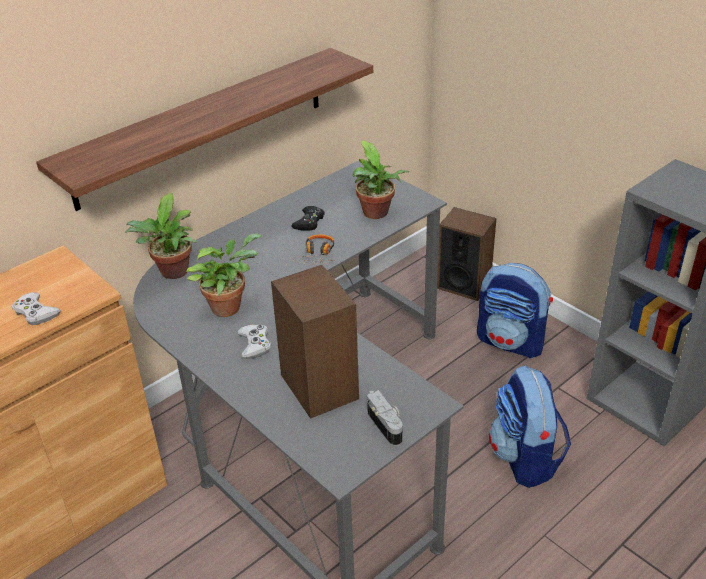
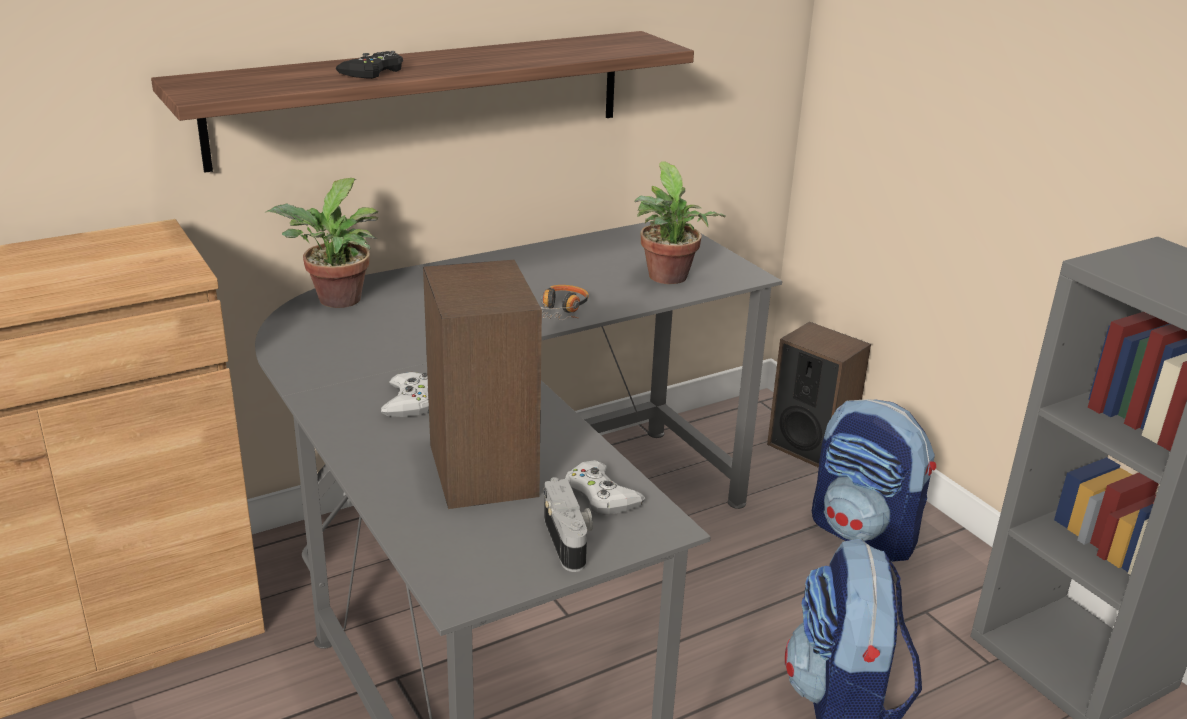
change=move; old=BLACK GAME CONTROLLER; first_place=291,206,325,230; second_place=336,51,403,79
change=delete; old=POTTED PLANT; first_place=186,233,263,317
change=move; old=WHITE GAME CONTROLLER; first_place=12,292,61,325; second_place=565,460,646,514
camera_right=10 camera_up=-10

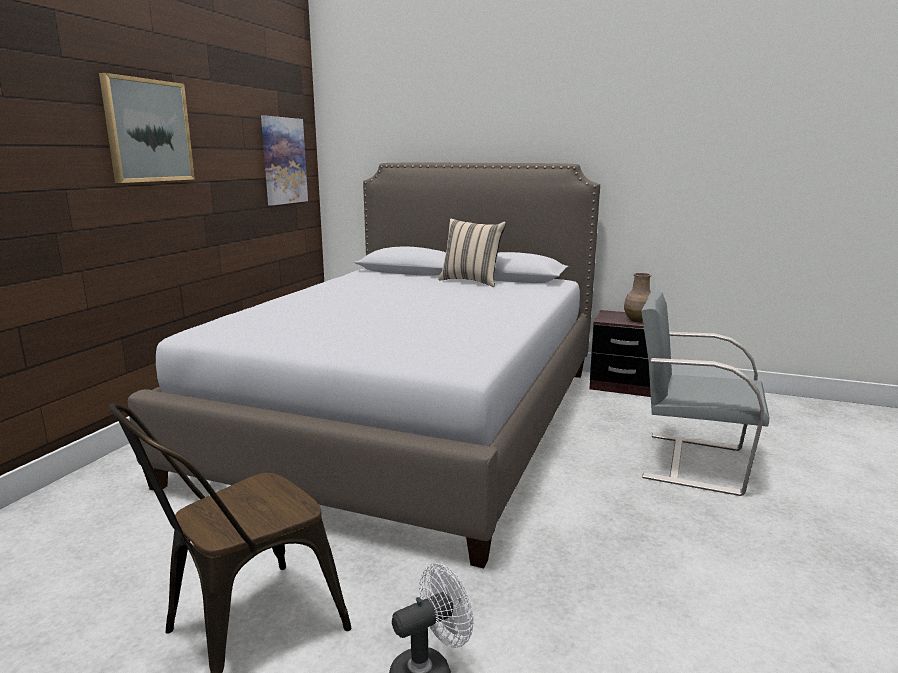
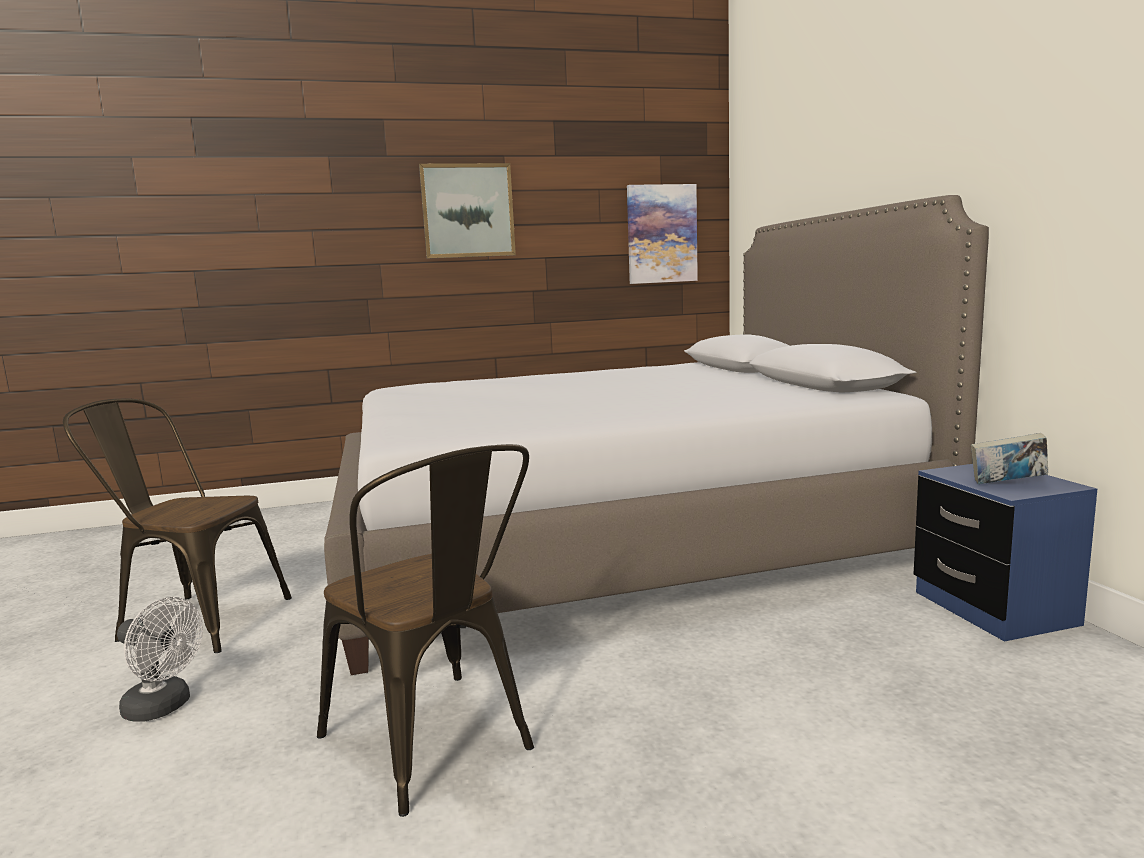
change=delete; old=BEIGE PILLOW; first_place=438,219,506,287
change=replace; old=BROWN VASE; new=BOOK; first_place=624,273,651,322; second_place=971,433,1048,484
change=delete; old=GREY CHAIR; first_place=641,291,769,496
change=recolor; old=BROWN NIGHTSTAND; new=BLUE NIGHTSTAND; first_place=589,310,651,397; second_place=914,464,1097,642
change=insert; new=BROWN CHAIR; second_place=317,444,534,817
camera_right=55 camera_up=-5

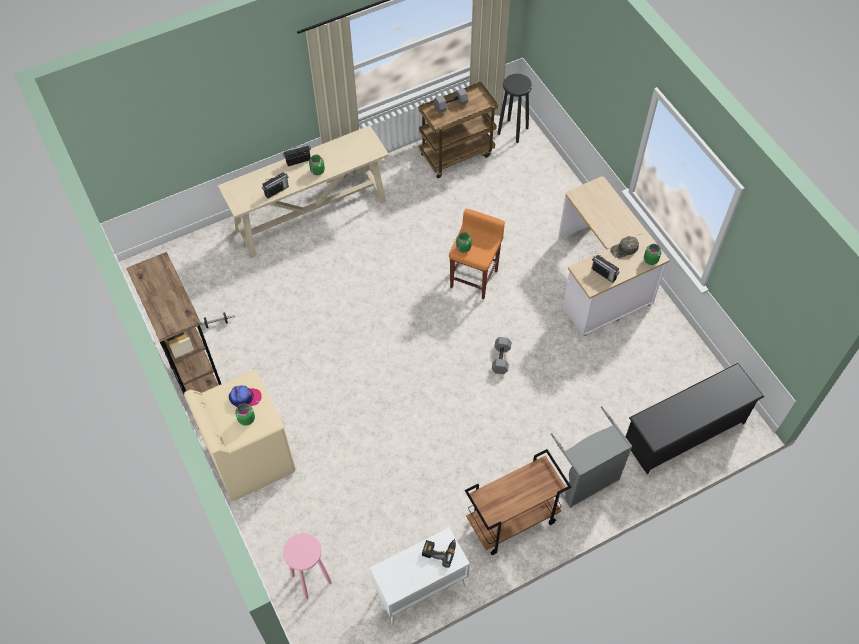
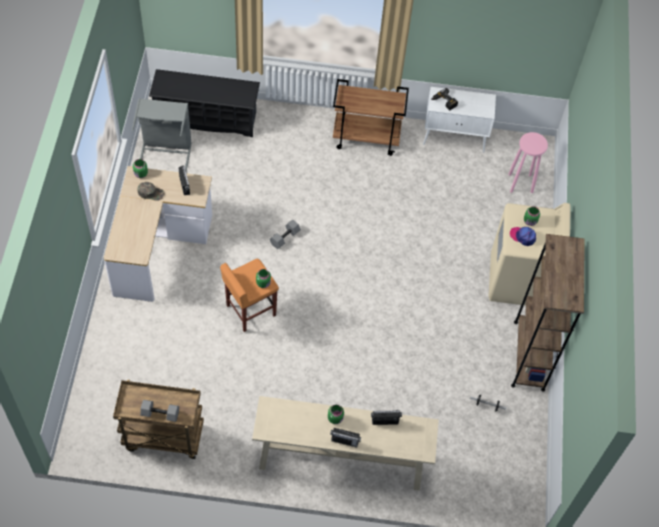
change=delete; old=BLACK STOOL; first_place=498,74,532,143
change=move; old=GREY LAUNDRY BASKET; first_place=551,406,632,508; second_place=132,98,192,171
camera_right=-150 camera_up=0

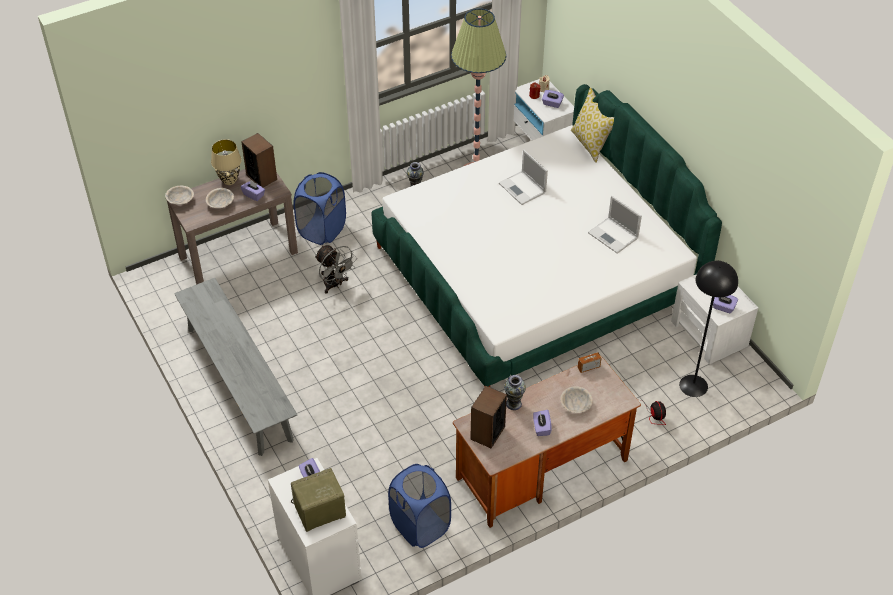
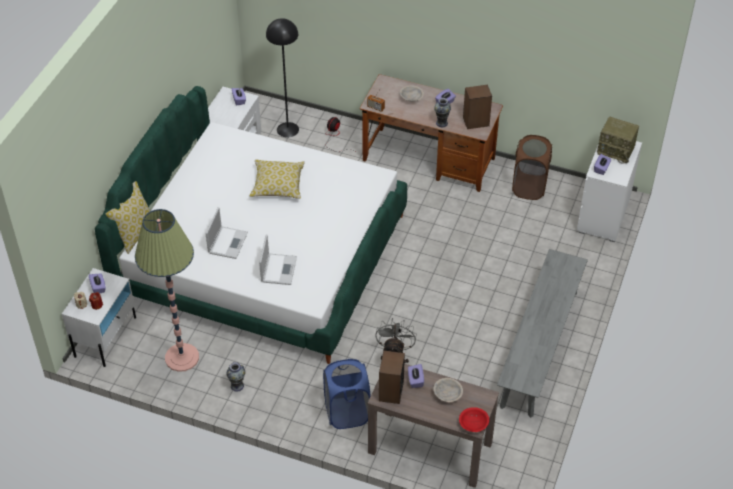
change=delete; old=BEIGE TABLE LAMP; first_place=211,139,242,185
change=recolor; old=BEIGE BOWL; new=RED BOWL; first_place=165,186,194,205; second_place=459,407,489,432
change=move; old=LAPTOP; first_place=588,196,642,254; second_place=259,235,297,285
change=recolor; old=BLUE LAUNDRY BASKET; new=BROWN LAUNDRY BASKET; first_place=388,464,451,548; second_place=512,135,552,200
change=insert; new=PILLOW; second_place=249,159,305,198
camera_right=-130 camera_up=0

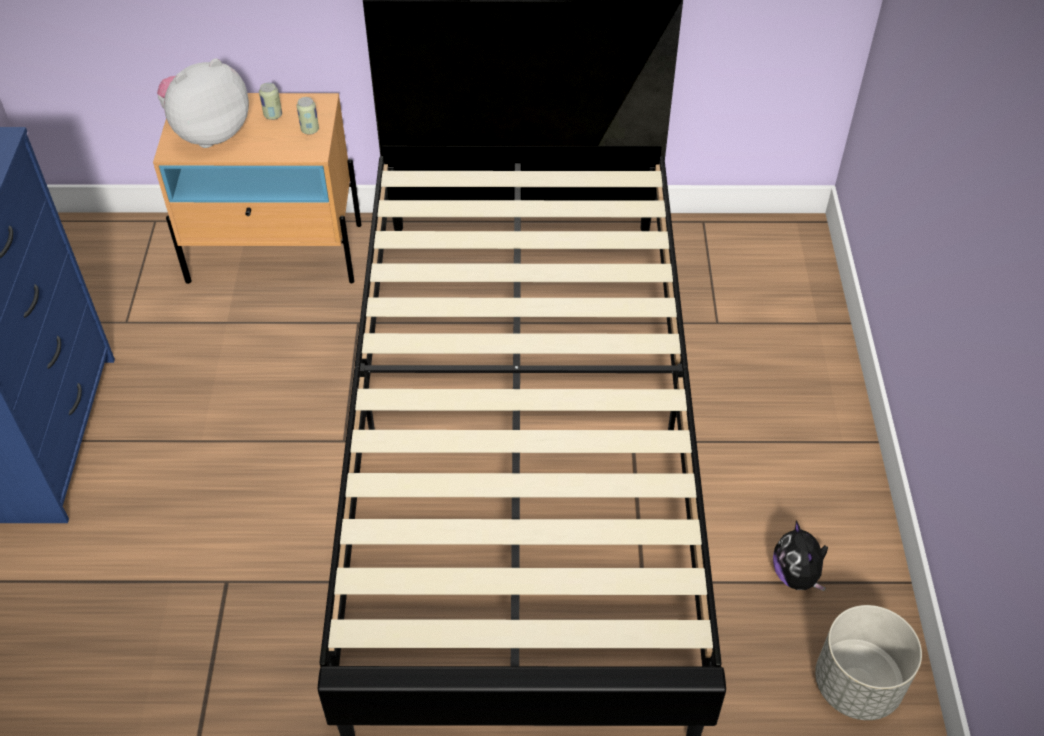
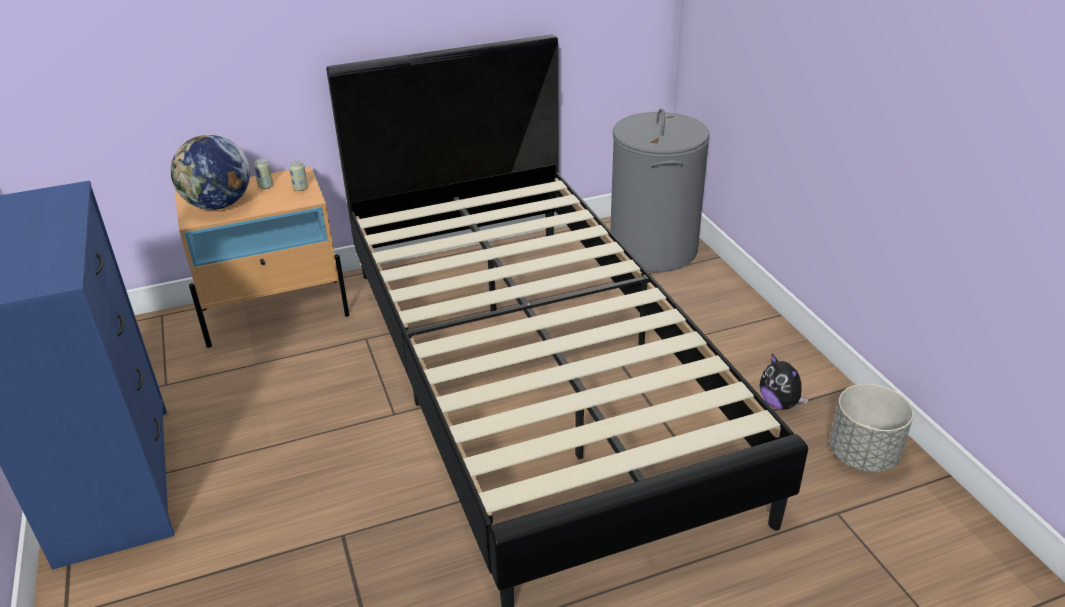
change=replace; old=PLUSH TOY; new=GLOBE; first_place=157,59,249,148; second_place=171,135,250,210
change=insert; new=GREY LAUNDRY BASKET; second_place=610,108,710,272
camera_right=-20 camera_up=-15

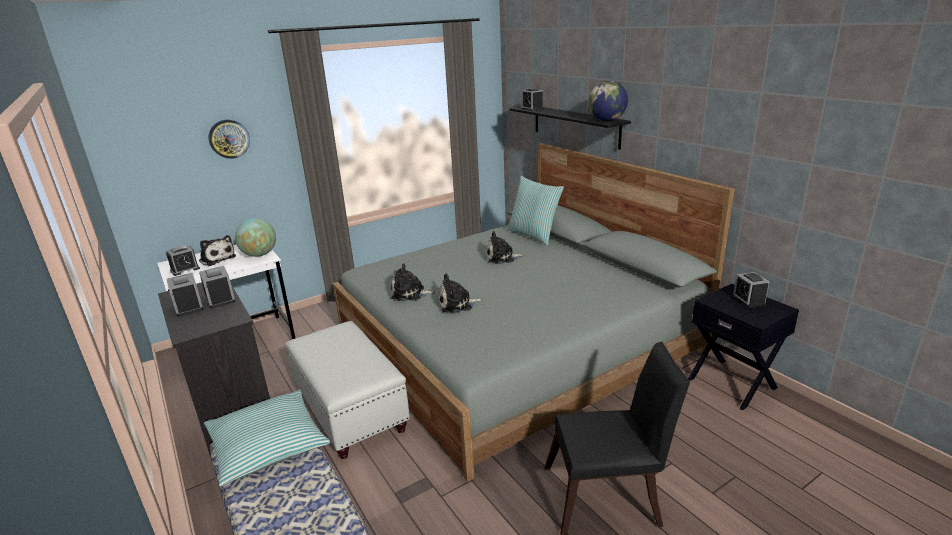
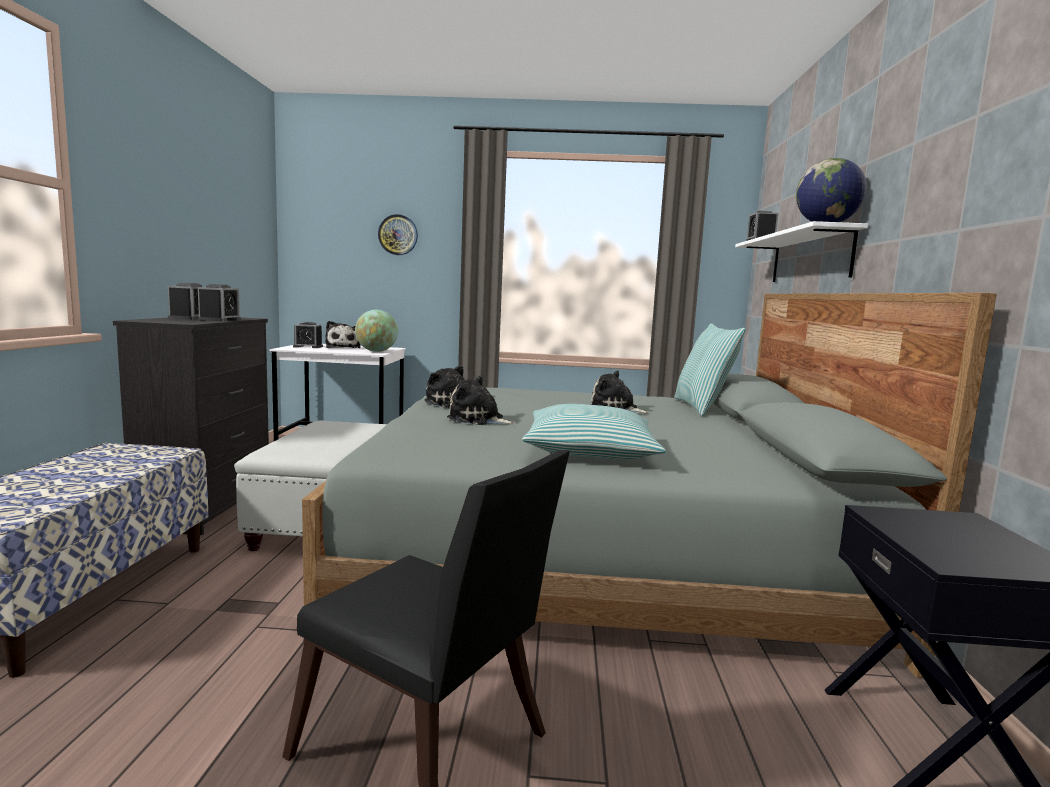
change=recolor; old=BLACK SHELF; new=WHITE SHELF; first_place=510,107,631,150; second_place=735,221,868,282
change=delete; old=ALARM CLOCK; first_place=732,272,770,308
change=move; old=PILLOW; first_place=204,390,330,487; second_place=522,404,666,460
camera_right=35 camera_up=-15

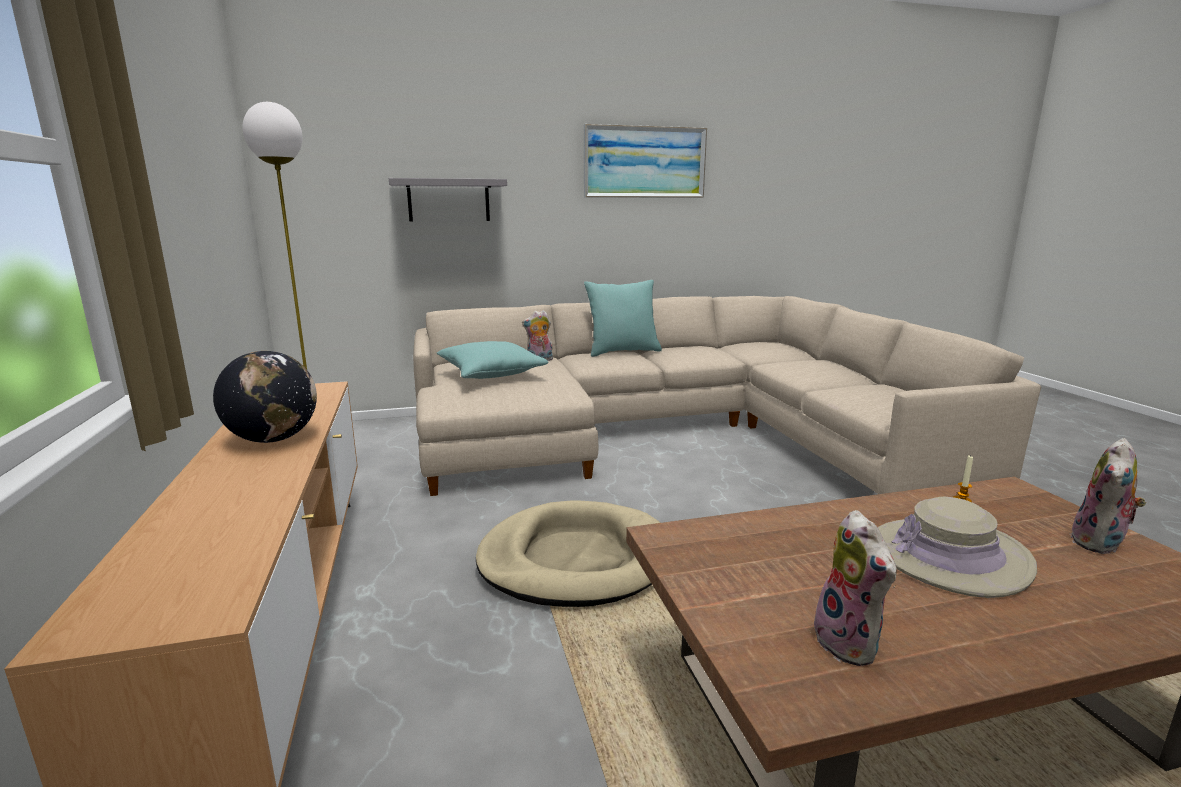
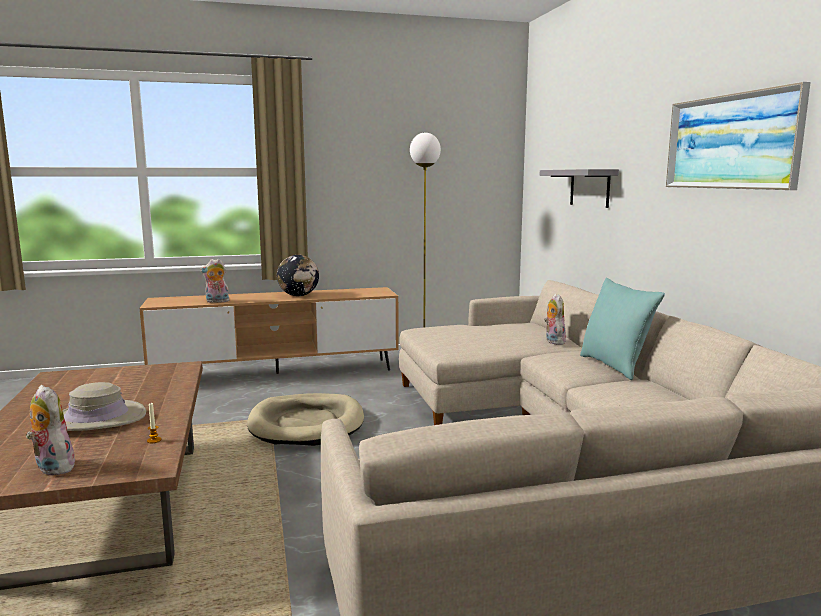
change=delete; old=TURQUOISE PILLOW; first_place=437,341,549,379
change=move; old=PLUSH TOY; first_place=808,510,897,666; second_place=200,259,229,303
camera_right=90 camera_up=-5

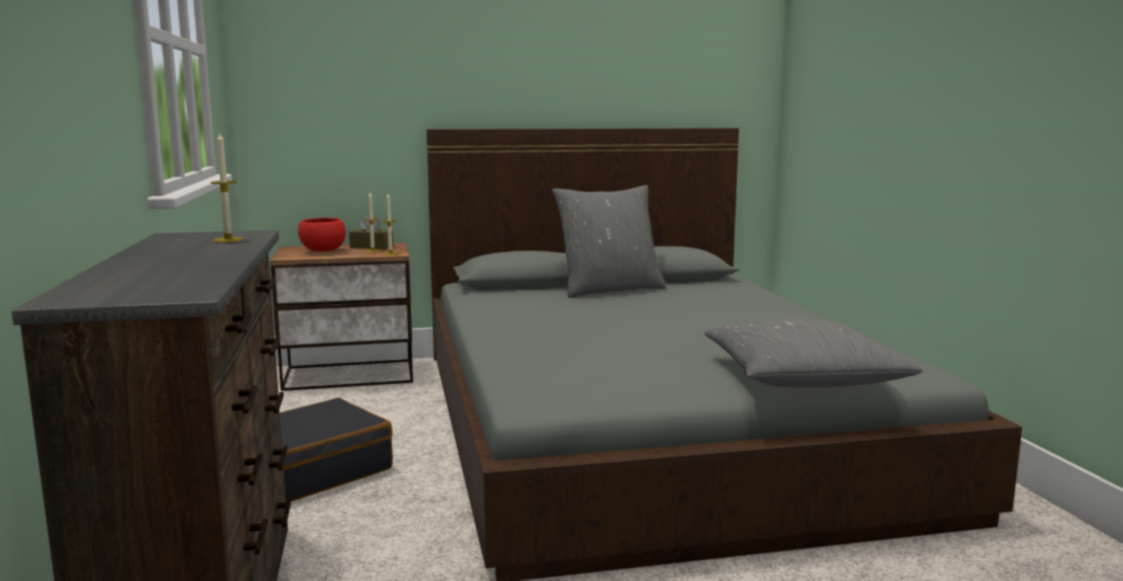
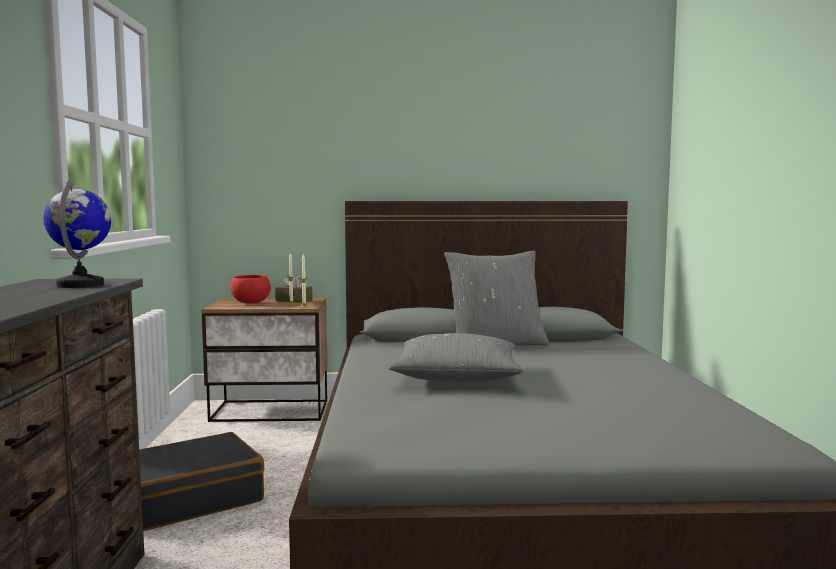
change=replace; old=CANDLE; new=GLOBE; first_place=211,133,243,242; second_place=43,180,111,288
change=move; old=GREY PILLOW; first_place=704,319,923,387; second_place=389,333,524,382
camera_right=10 camera_up=-5

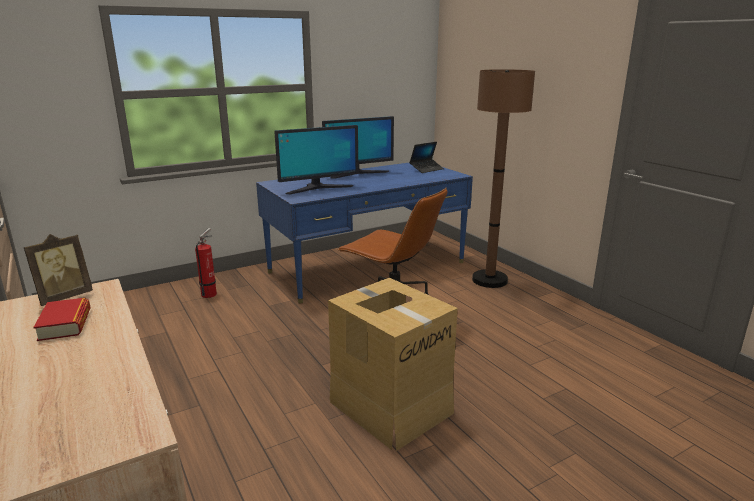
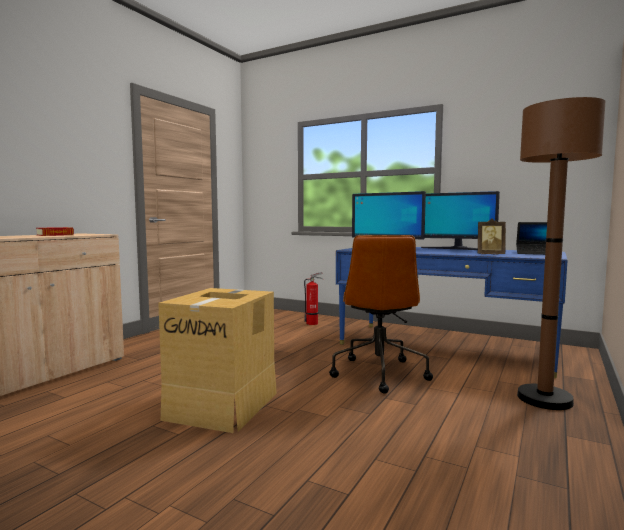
change=move; old=PICTURE FRAME; first_place=24,234,93,306; second_place=478,218,506,255
camera_right=60 camera_up=-15

